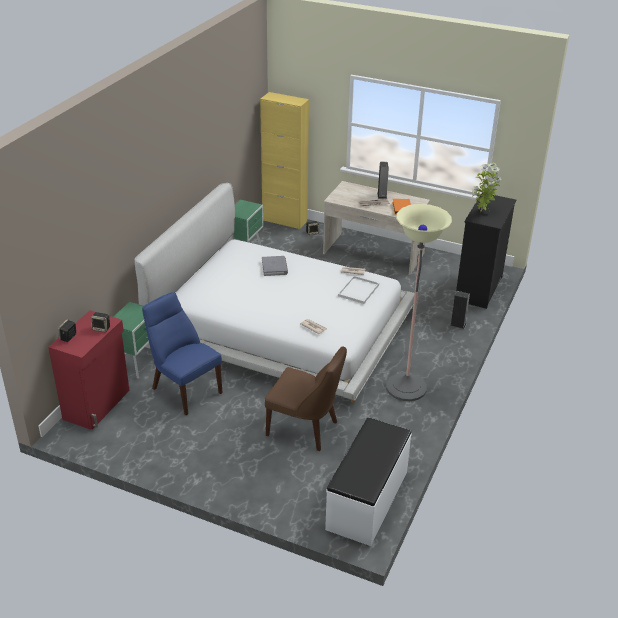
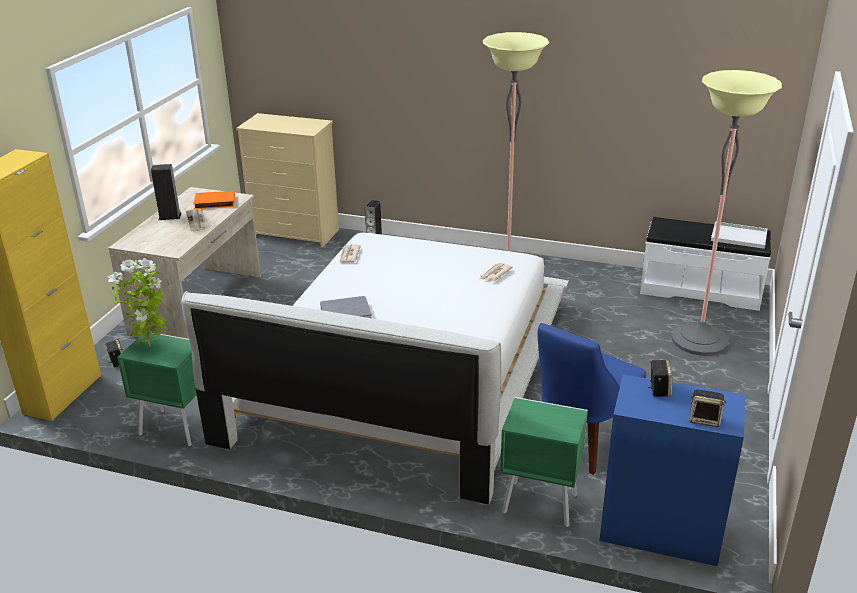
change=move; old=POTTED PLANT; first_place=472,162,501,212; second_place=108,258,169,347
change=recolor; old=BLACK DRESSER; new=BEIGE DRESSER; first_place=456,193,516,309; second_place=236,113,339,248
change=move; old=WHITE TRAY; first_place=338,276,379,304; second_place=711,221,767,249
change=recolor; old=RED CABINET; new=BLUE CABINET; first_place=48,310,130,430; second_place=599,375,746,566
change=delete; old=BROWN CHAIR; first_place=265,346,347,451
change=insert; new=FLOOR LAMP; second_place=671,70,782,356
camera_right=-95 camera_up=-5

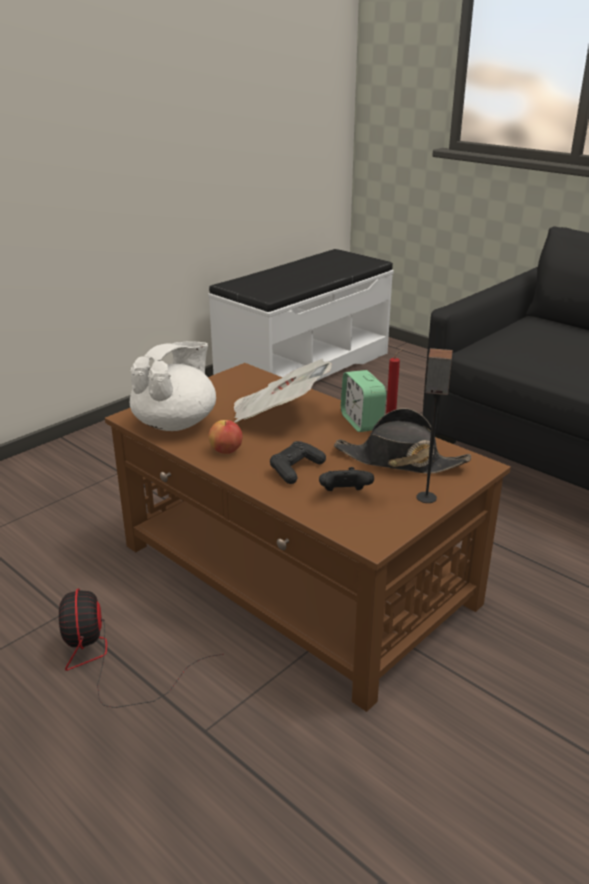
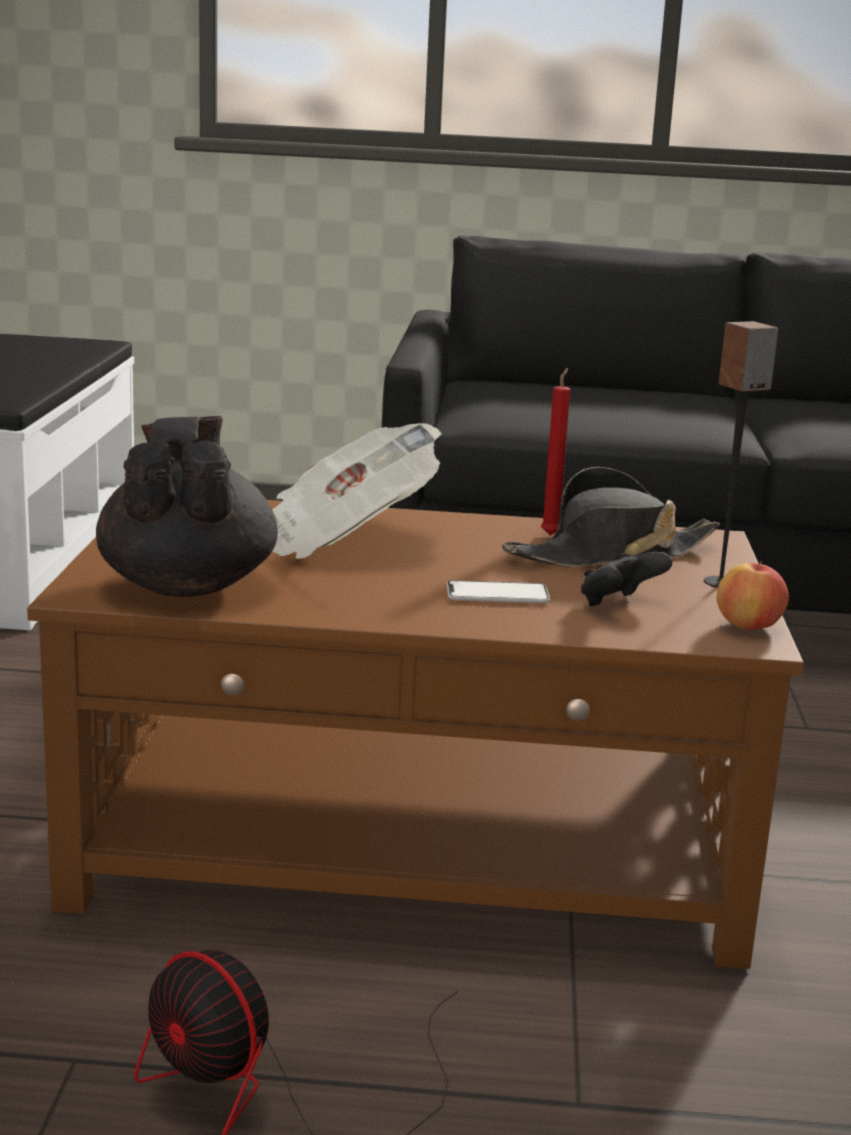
change=recolor; old=WHITE TEAPOT; new=BLACK TEAPOT; first_place=130,341,216,431; second_place=96,416,278,597
change=delete; old=ALARM CLOCK; first_place=341,370,386,432
change=move; old=APPLE; first_place=208,420,243,454; second_place=716,561,789,630
change=replace; old=BLACK GAME CONTROLLER; new=PHONE; first_place=270,441,326,484; second_place=446,580,550,603
camera_right=-40 camera_up=-10

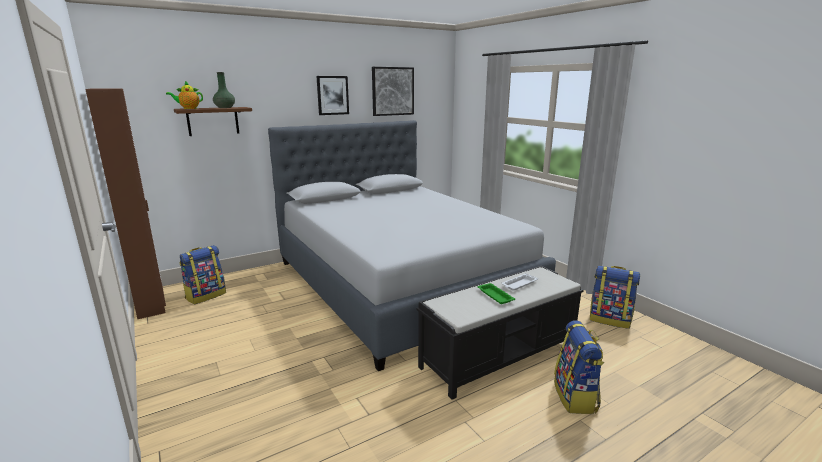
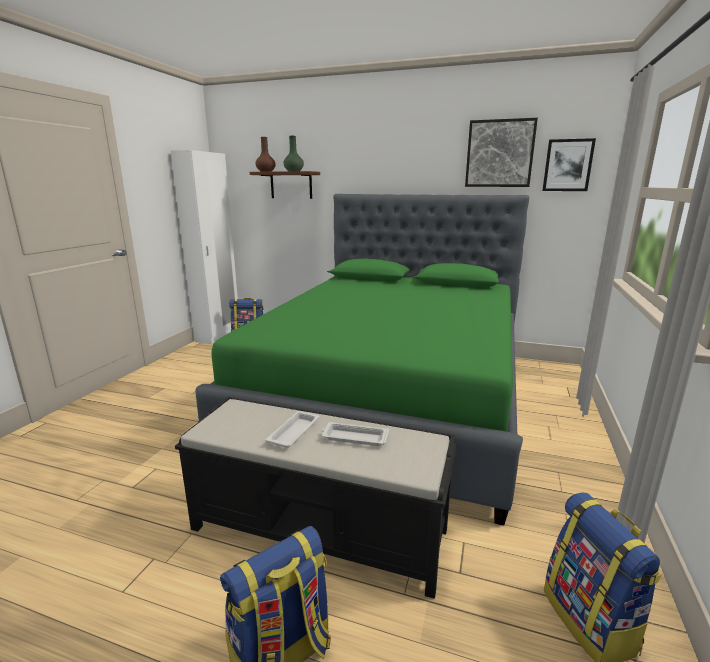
change=move; old=PICTURE; first_place=316,76,349,115; second_place=542,138,596,191
change=replace; old=TEAPOT; new=BROWN VASE; first_place=166,82,203,109; second_place=256,137,276,172
change=recolor; old=BROWN WARDROBE; new=WHITE WARDROBE; first_place=85,88,166,319; second_place=171,150,238,344
change=recolor; old=GREY BED; new=GREEN BED; first_place=268,120,556,371; second_place=195,194,529,526
change=recolor; old=GREEN TRAY; new=WHITE TRAY; first_place=478,283,515,304; second_place=265,411,319,448
camera_right=50 camera_up=0

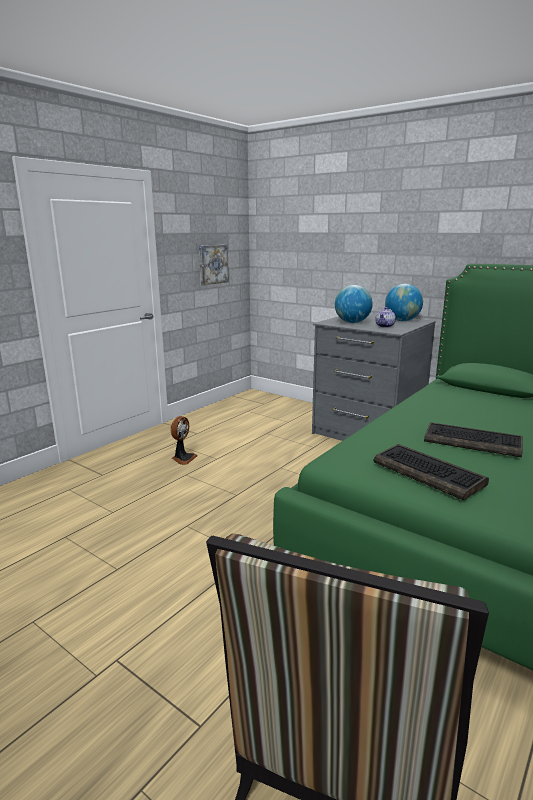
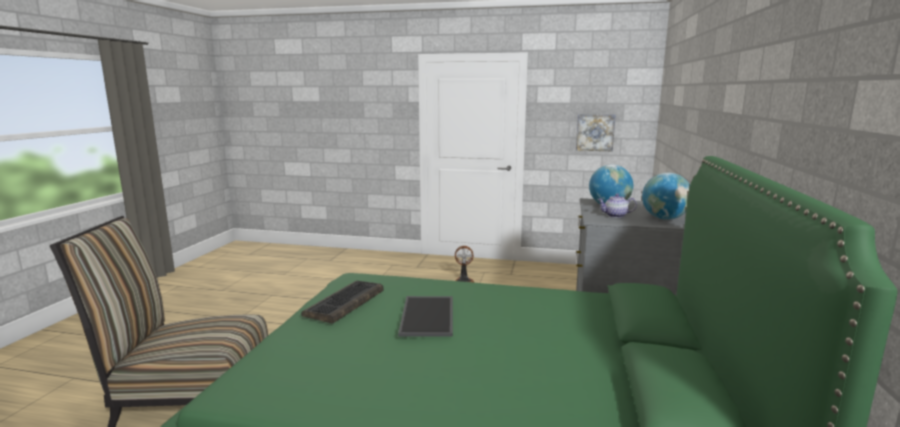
change=replace; old=KEYBOARD; new=TRAY; first_place=424,422,523,457; second_place=398,296,453,337
camera_right=65 camera_up=-5

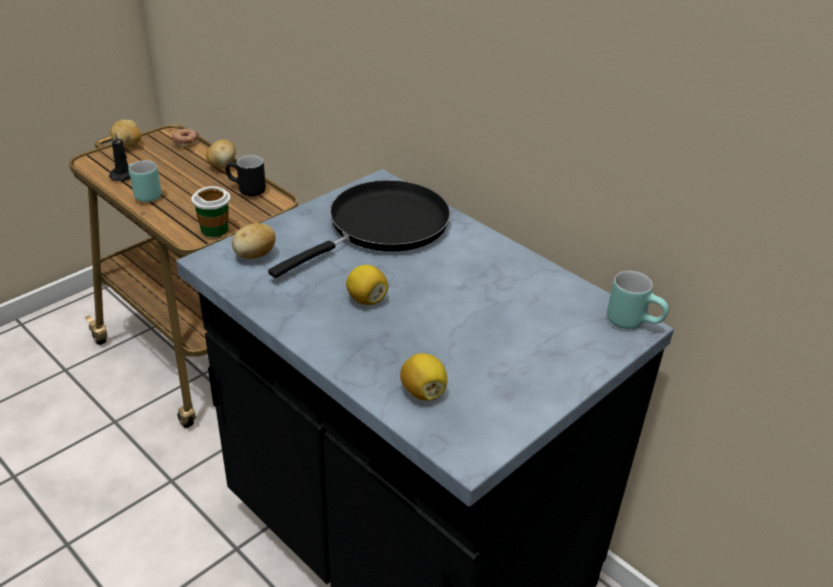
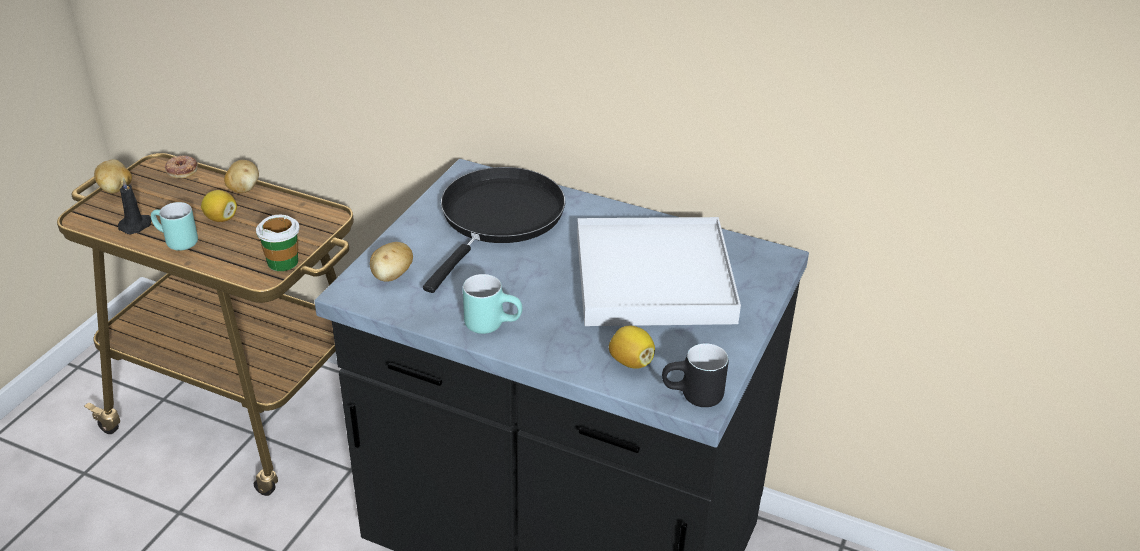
change=move; old=BLACK MUG; first_place=226,155,266,196; second_place=662,343,729,407
change=move; old=LEMON; first_place=346,265,388,305; second_place=201,190,237,222
change=move; old=TURQUOISE MUG; first_place=607,271,669,329; second_place=463,274,523,334
change=insert; new=WHITE TRAY; second_place=577,217,741,326
camera_right=-20 camera_up=0

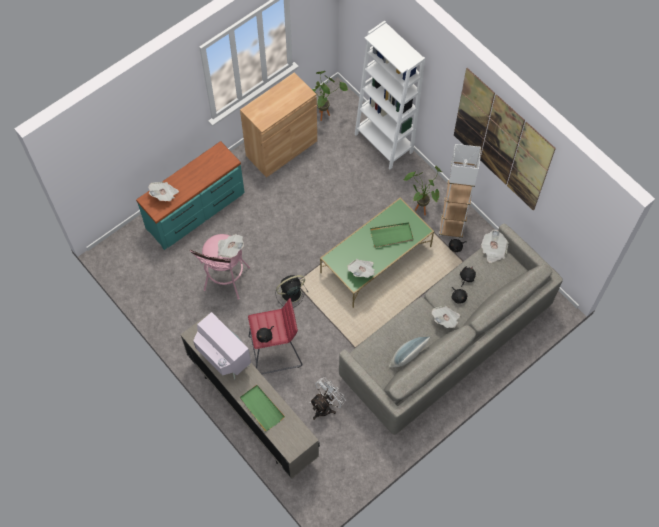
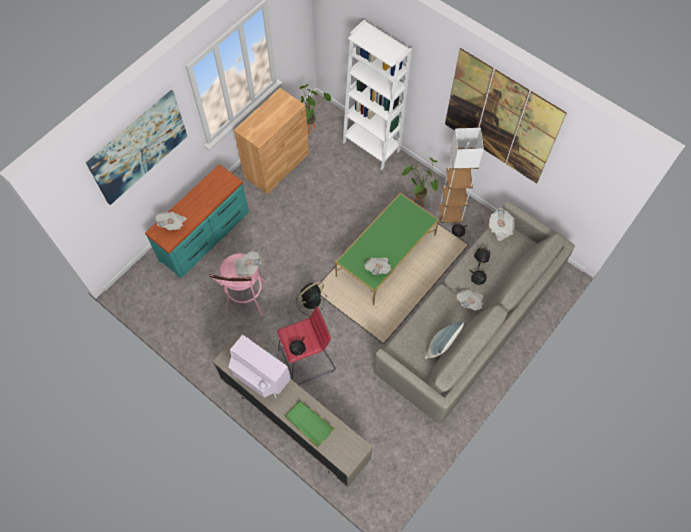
change=delete; old=GREEN TRAY; first_place=370,222,413,248
change=delete; old=WHITE FAN; first_place=310,377,346,420
change=insert; new=PICTURE; second_place=86,90,187,205
camera_right=-10 camera_up=0

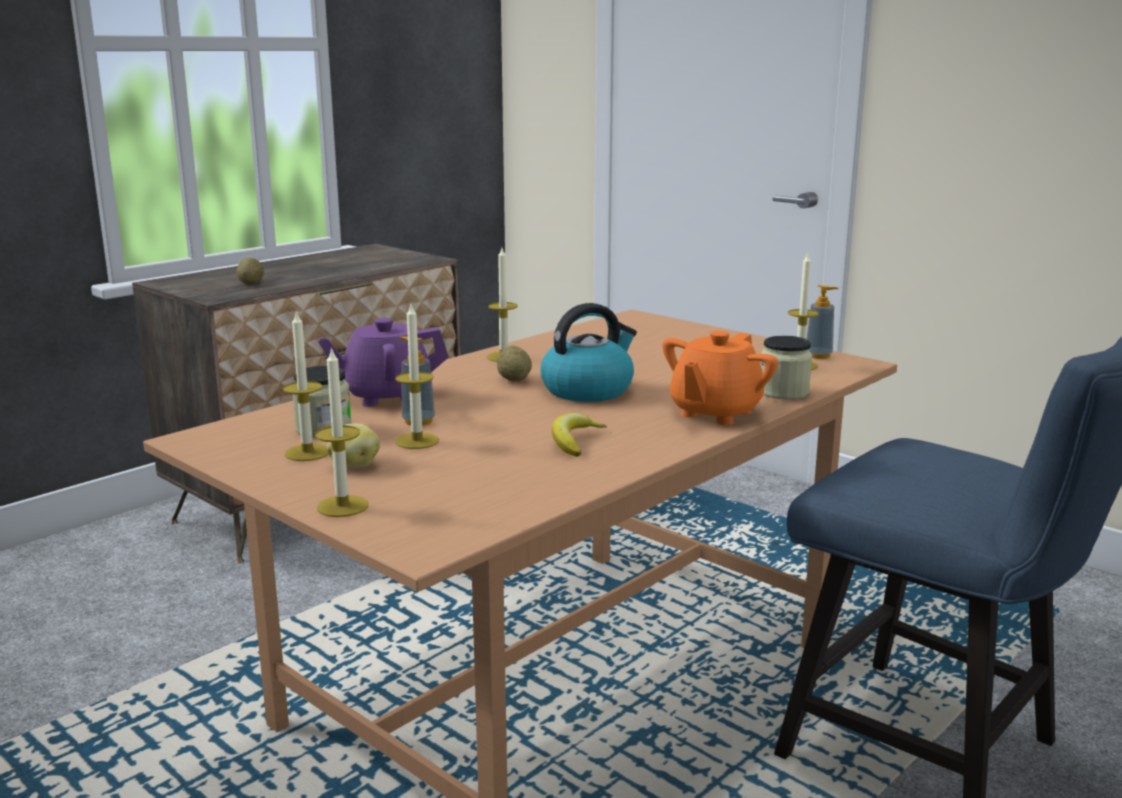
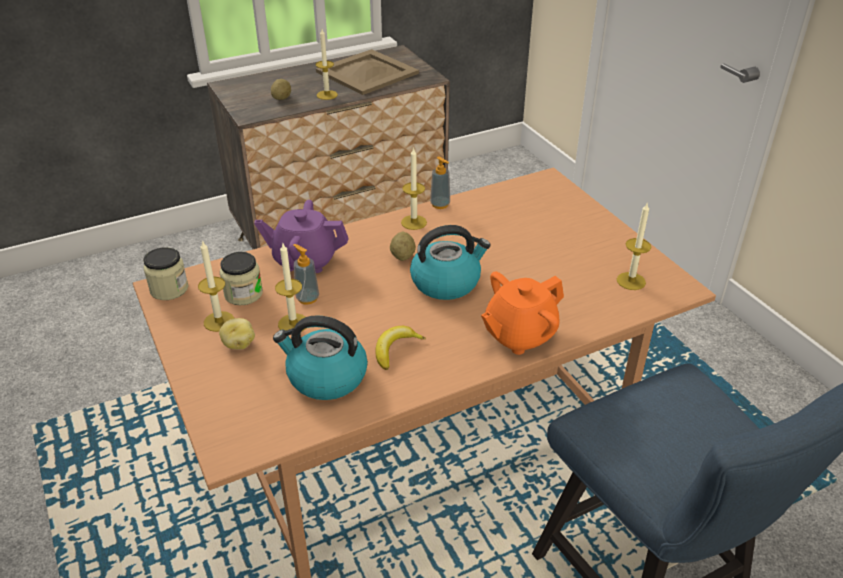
change=move; old=SOAP DISPENSER; first_place=806,285,838,359; second_place=430,157,450,209
change=move; old=JAR; first_place=761,336,812,400; second_place=143,247,189,300
change=move; old=CANDLE; first_place=315,346,368,517; second_place=316,29,338,100
change=insert; new=BEIGE TRAY; second_place=316,49,419,95
change=insert; new=KETTLE; second_place=273,315,368,400
camera_right=20 camera_up=20

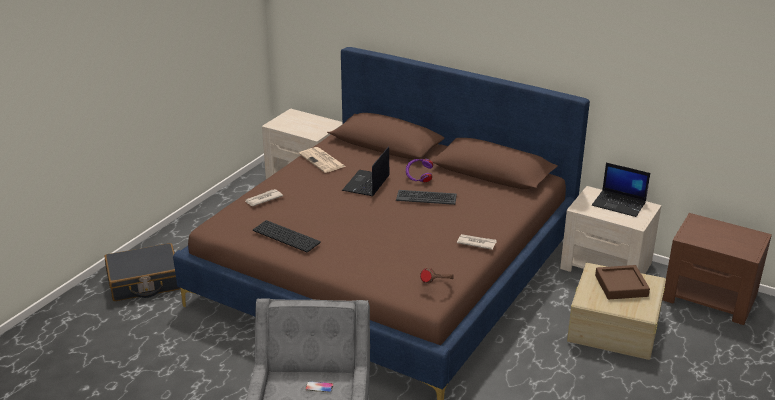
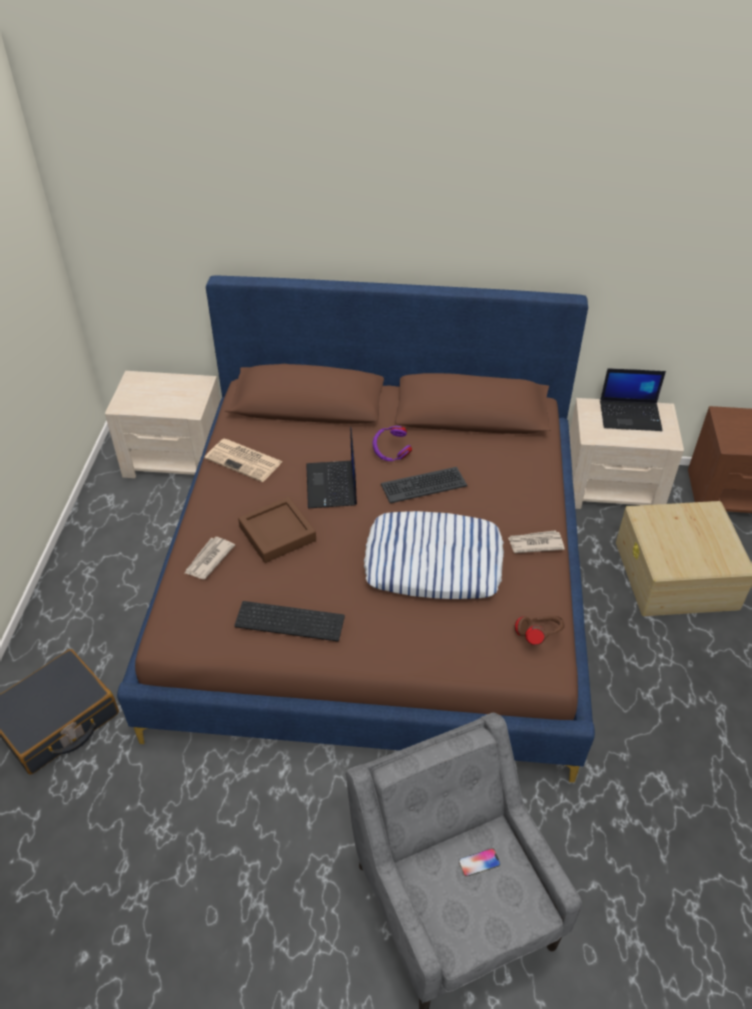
change=move; old=BROWN TRAY; first_place=595,265,650,299; second_place=238,497,316,563
change=insert; new=PILLOW; second_place=364,511,504,599
camera_right=-25 camera_up=15

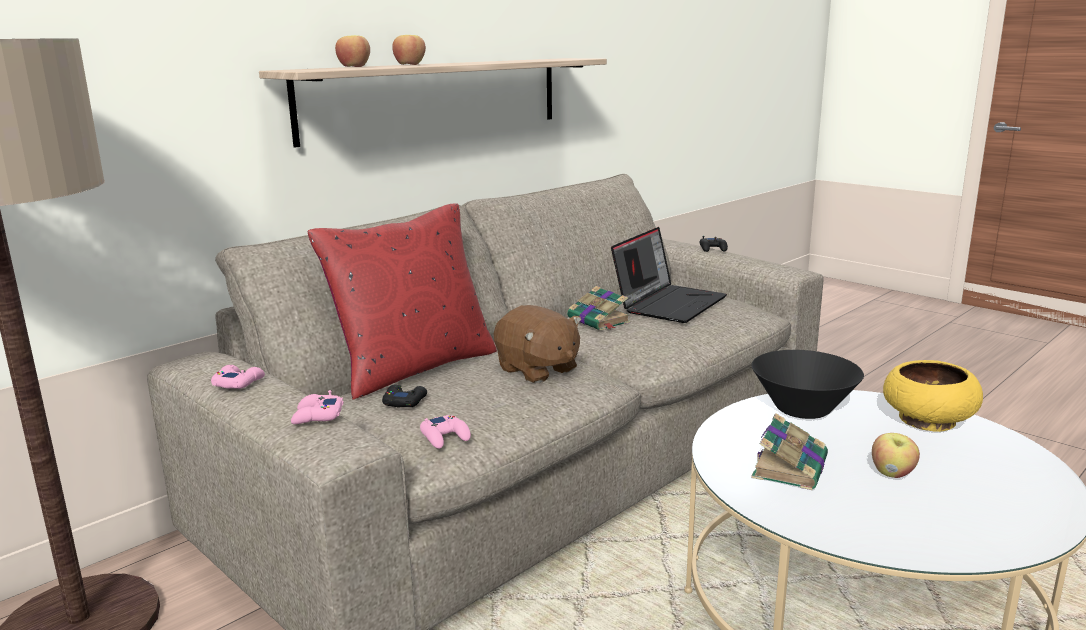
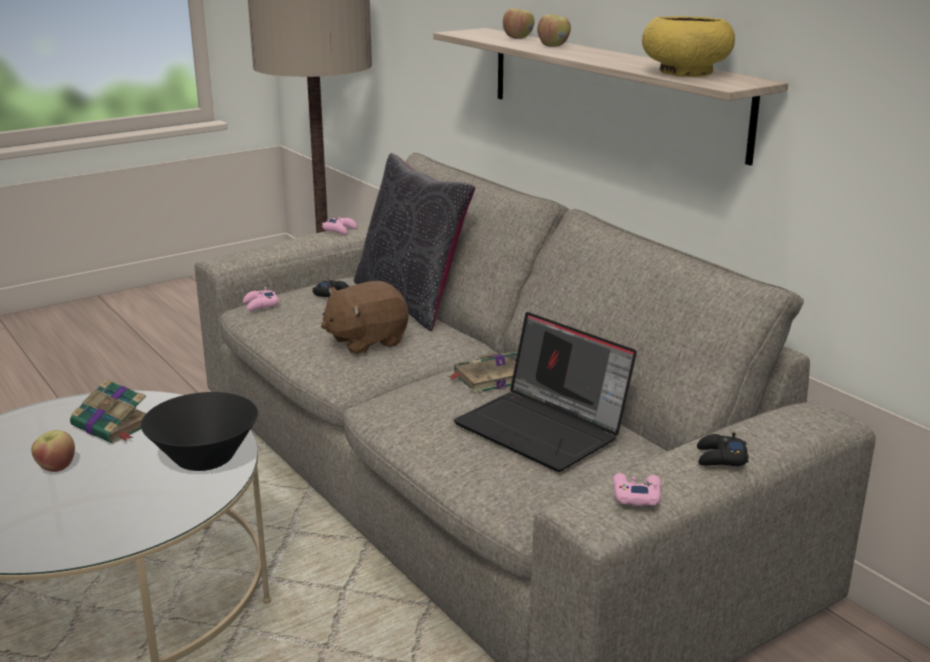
change=recolor; old=RED PILLOW; new=BLACK PILLOW; first_place=308,203,497,400; second_place=354,153,475,331
change=move; old=YELLOW BOWL; first_place=883,360,983,432; second_place=642,16,735,77
change=move; old=PINK GAME CONTROLLER; first_place=291,390,344,424; second_place=613,473,662,506
camera_right=100 camera_up=5

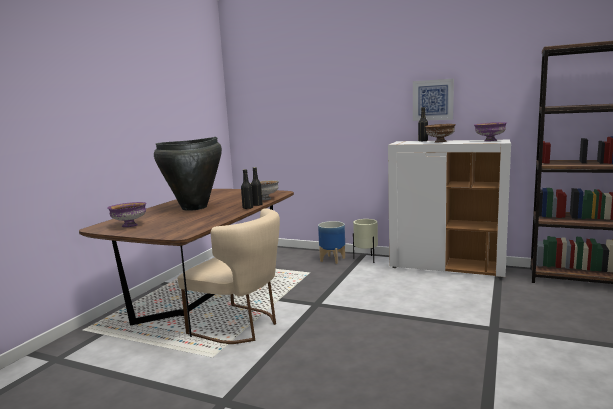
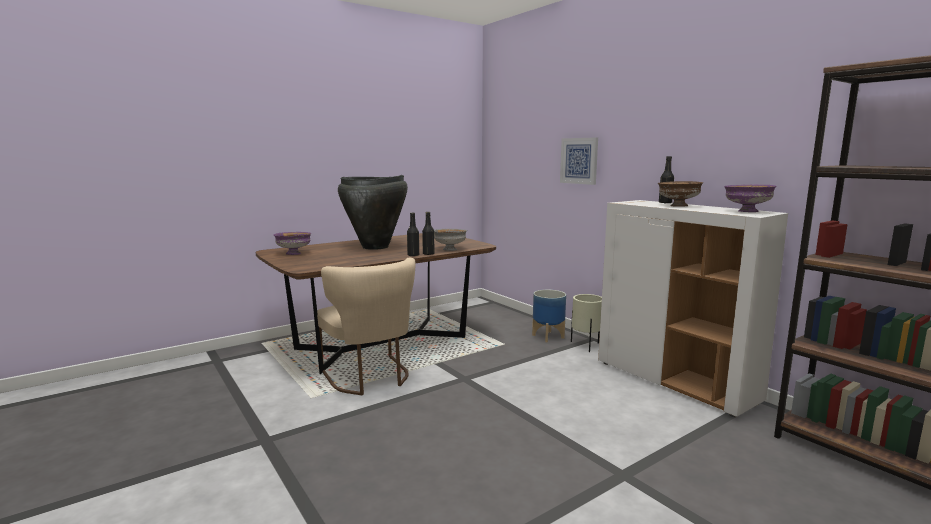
change=move; old=PICTURE; first_place=413,79,454,121; second_place=560,137,598,185
camera_right=30 camera_up=0

